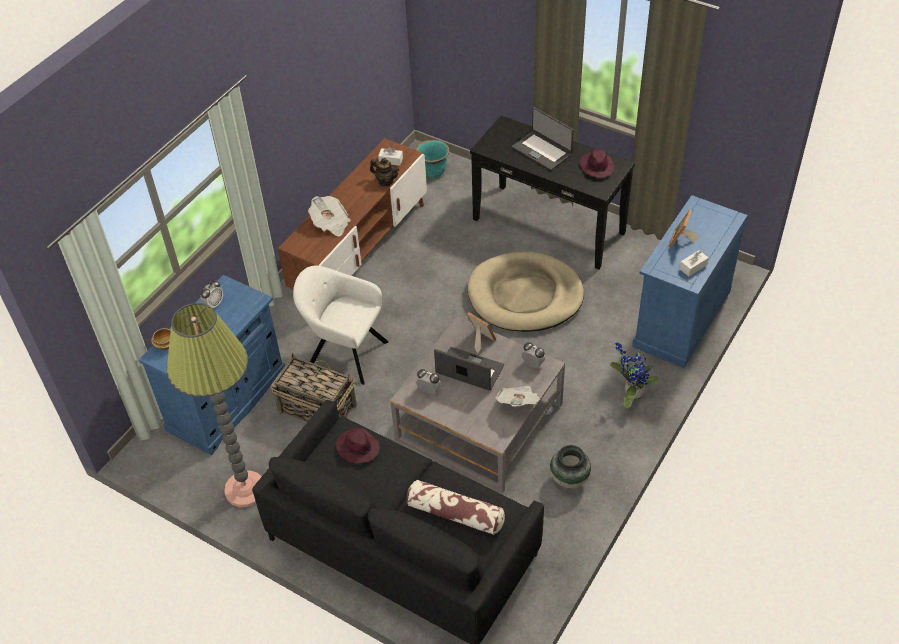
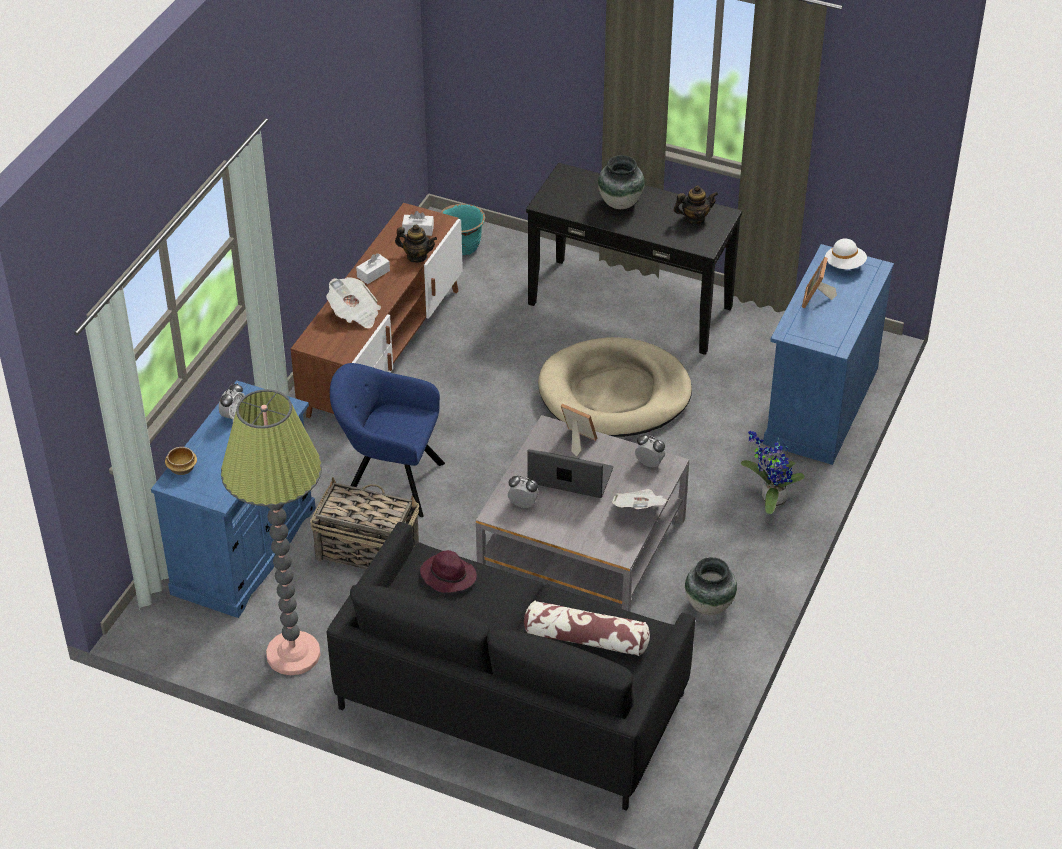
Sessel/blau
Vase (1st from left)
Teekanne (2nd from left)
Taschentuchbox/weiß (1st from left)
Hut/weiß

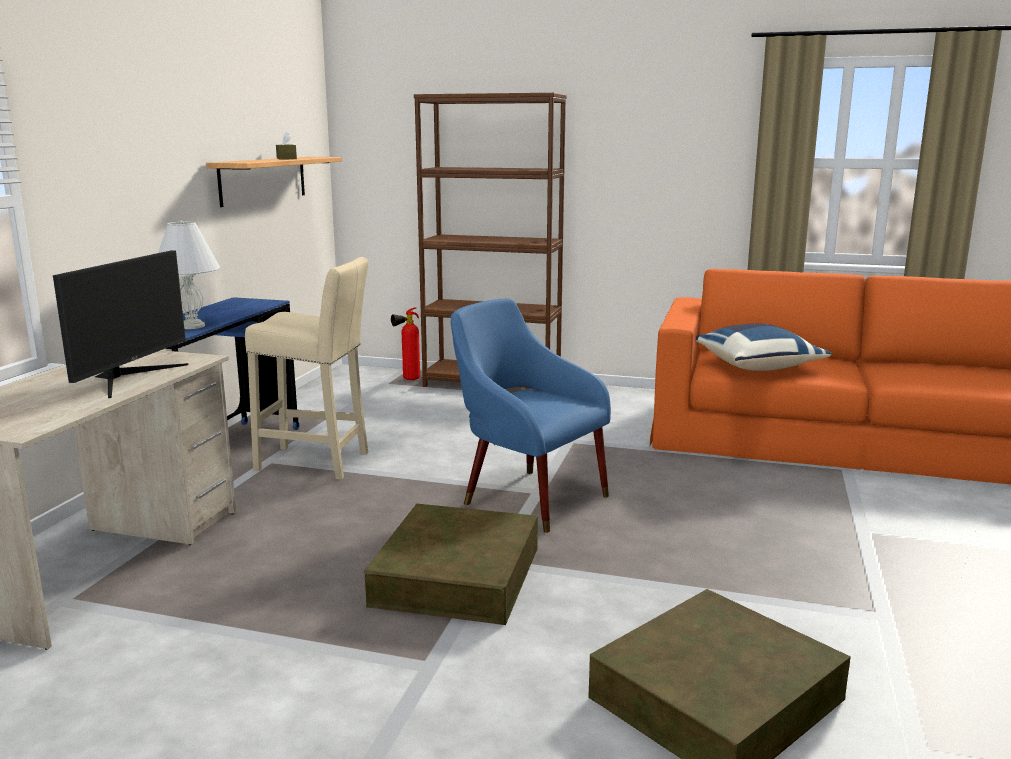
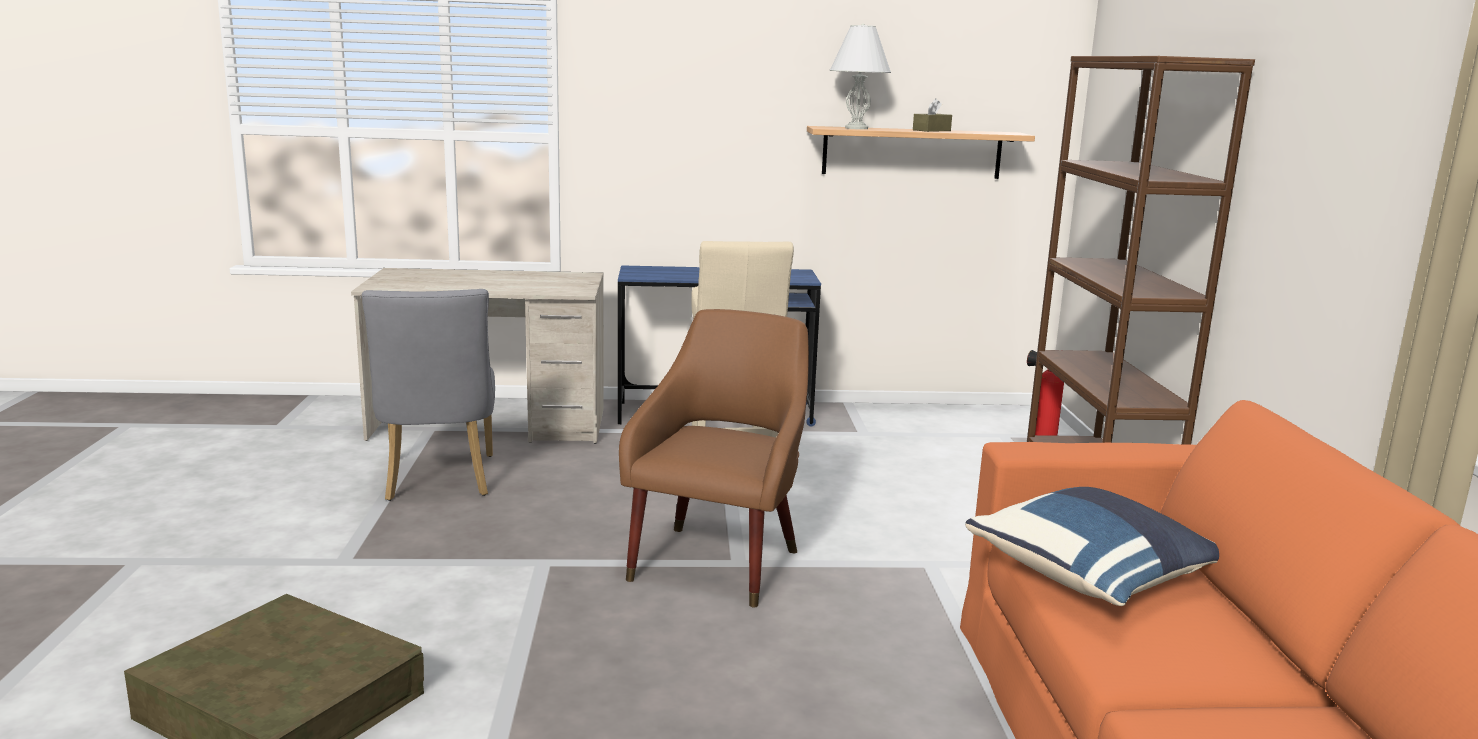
Monitor
Tischlampe/weiß
Aufbewahrungsbox/braun (1st from left in the first image)
Sessel/braun
Stuhl/grau

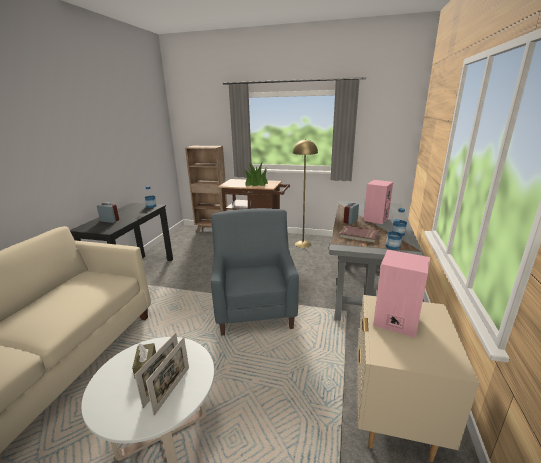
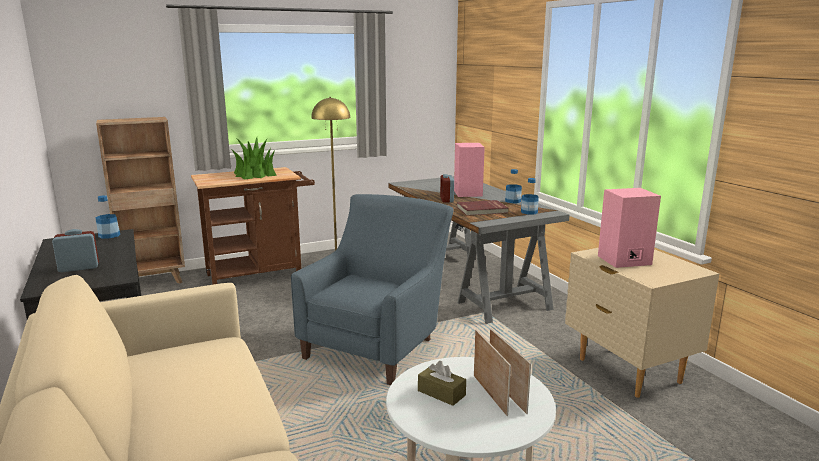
Sessel/blau

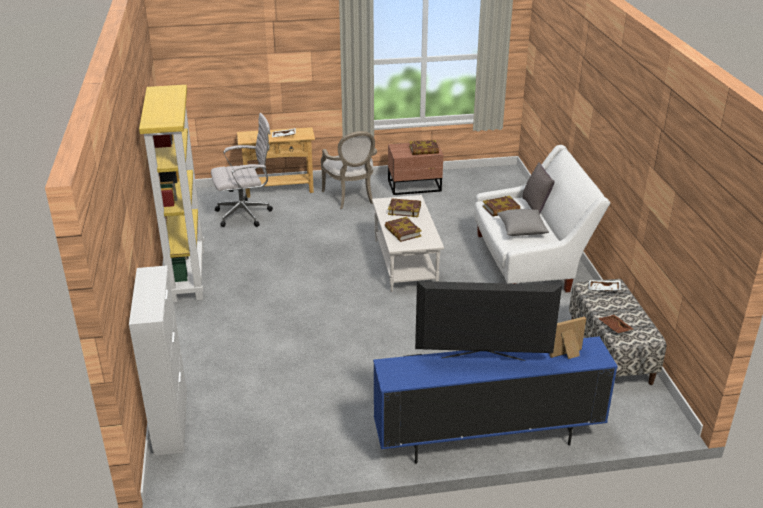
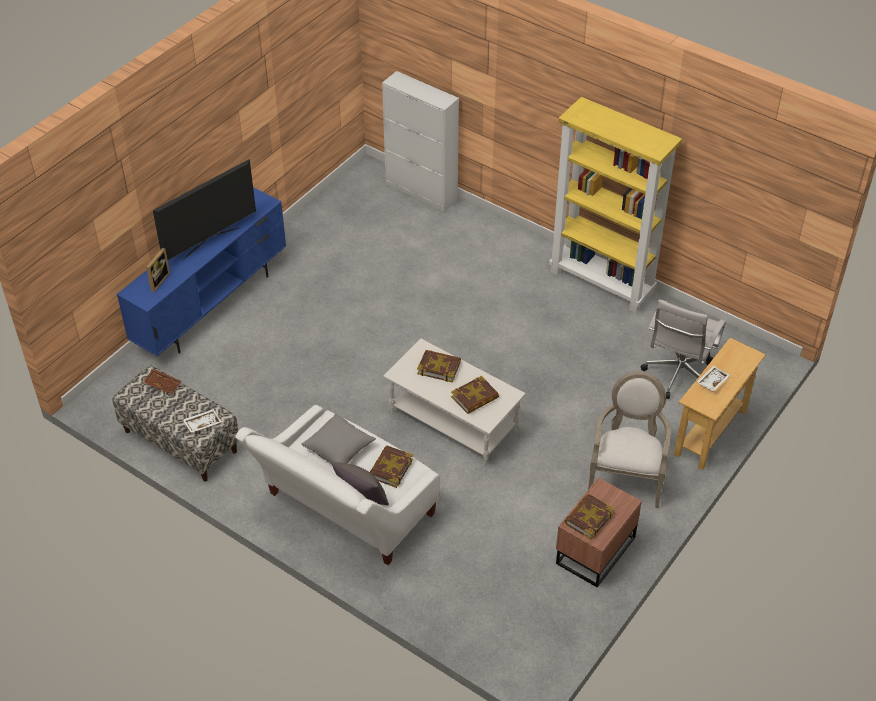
Sessel

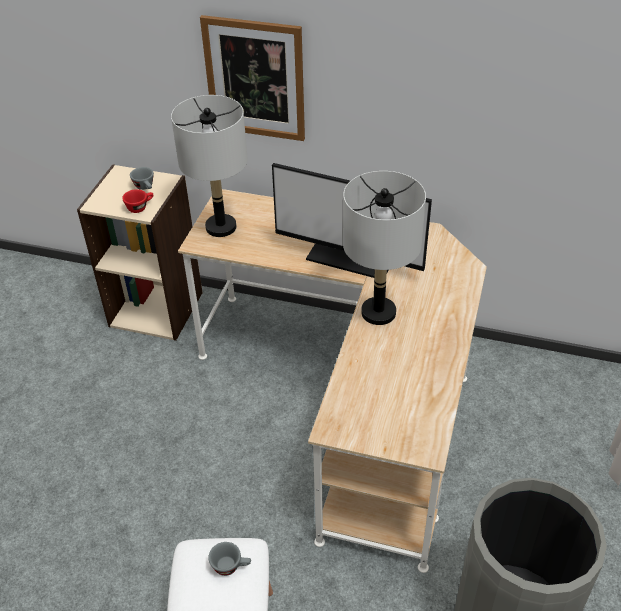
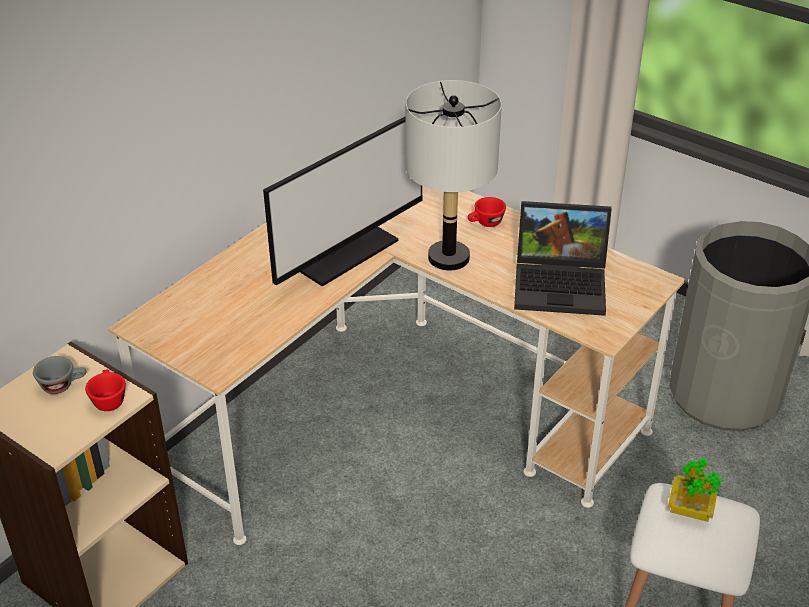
Tischlampe/grau (1st from left in the first image)
Bild
Topfpflanze
Tasse/rot (2nd from left)
Laptop

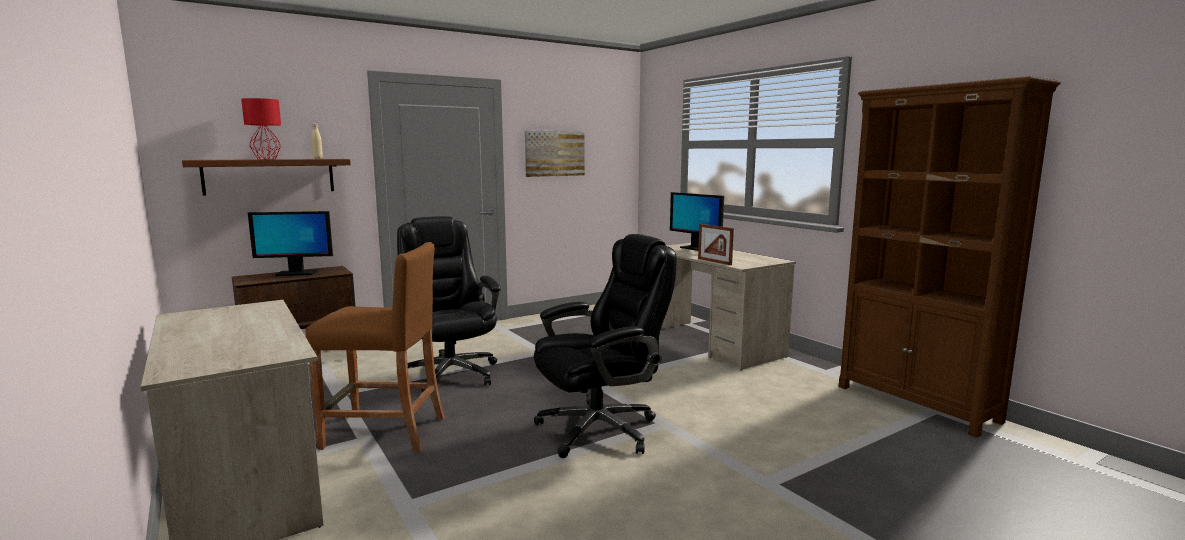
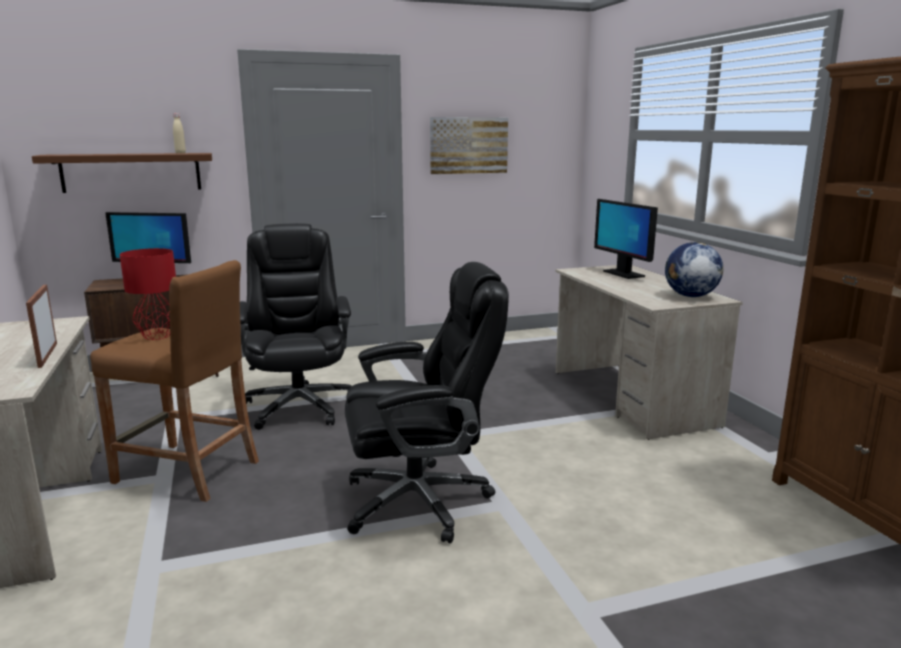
Tischlampe/rot
Bilderrahmen
Globus

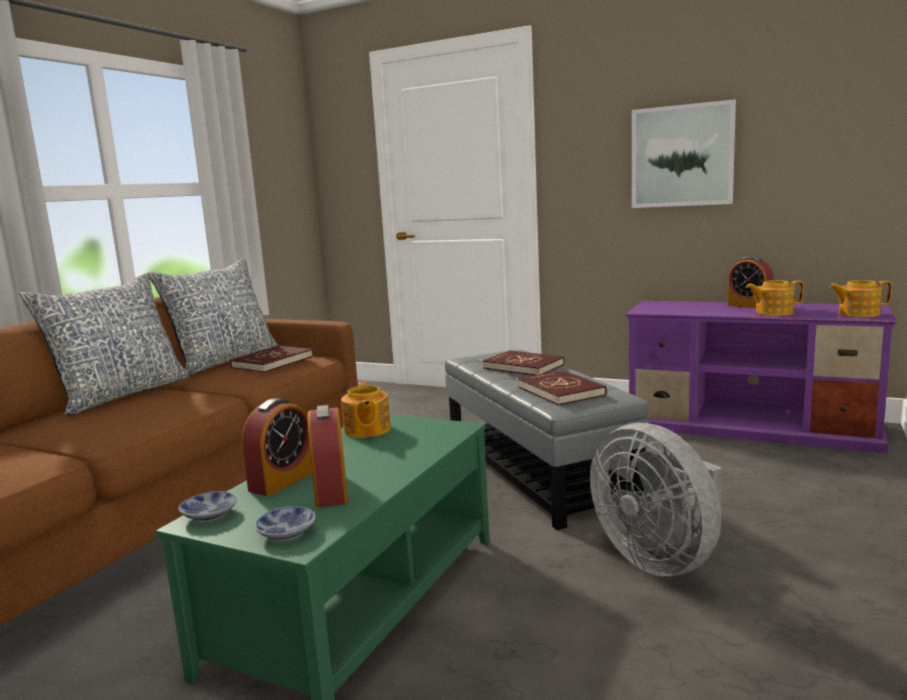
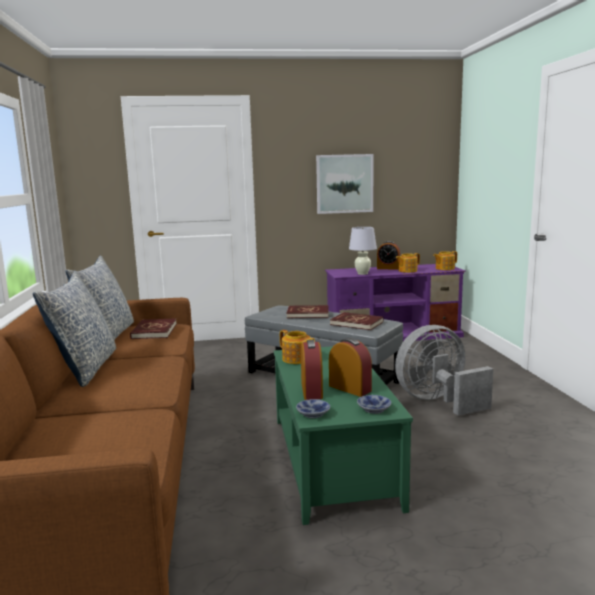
Ventilator/grau
Tischlampe/weiß

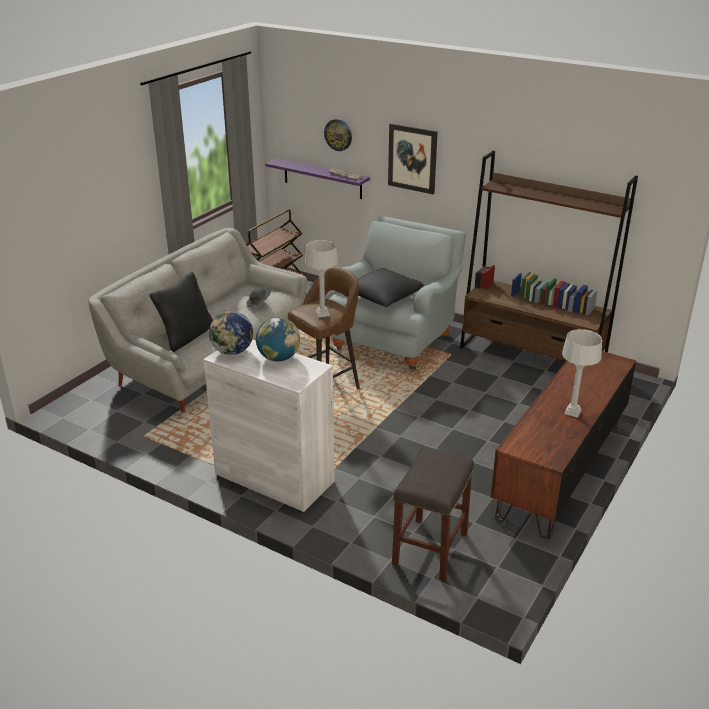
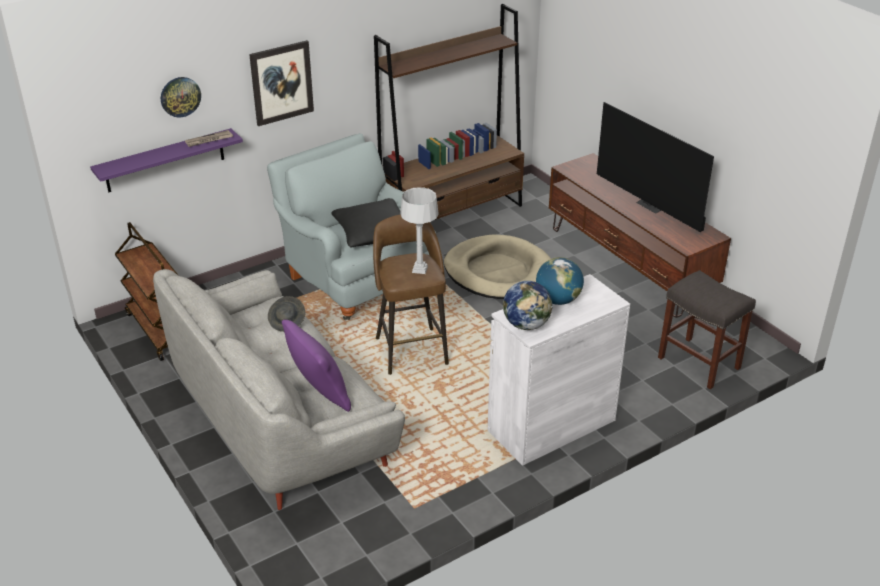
Kissen/lila
Fernseher
Hundebett/beige

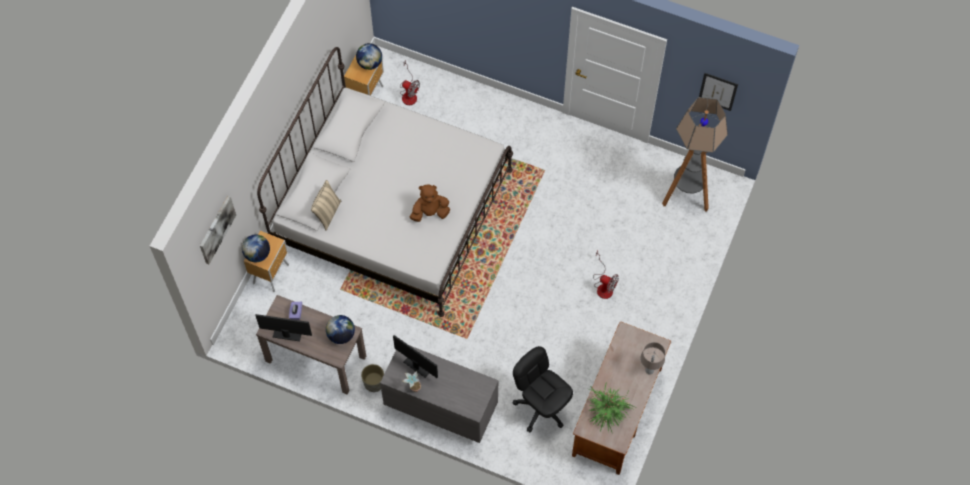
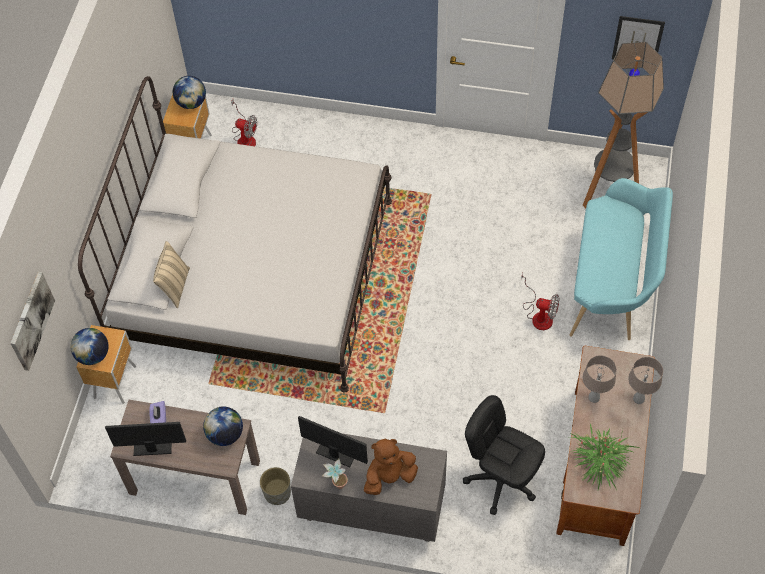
Plüschtier/braun
Bank/türkis
Tischlampe/beige (1st from left)

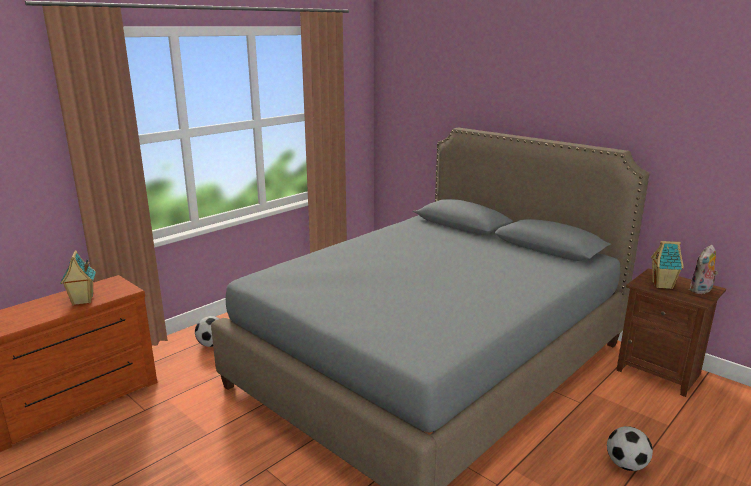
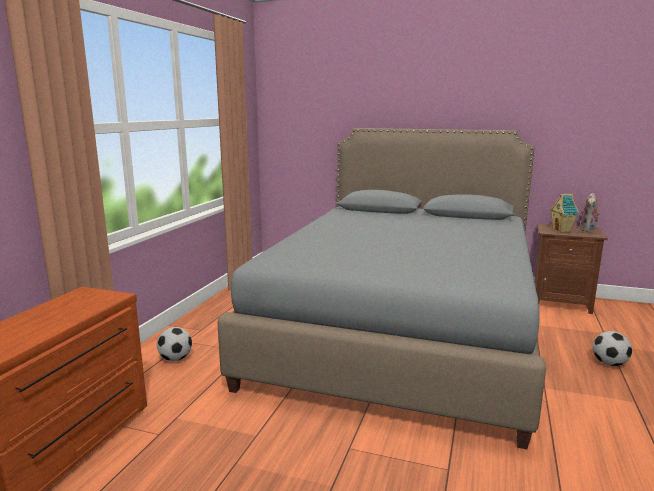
Spielzeughaus (1st from left in the first image)

